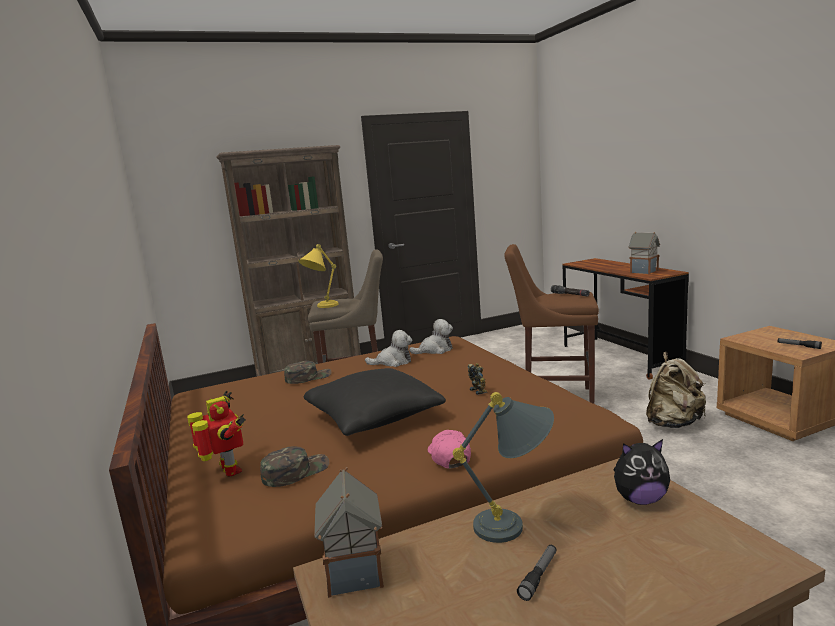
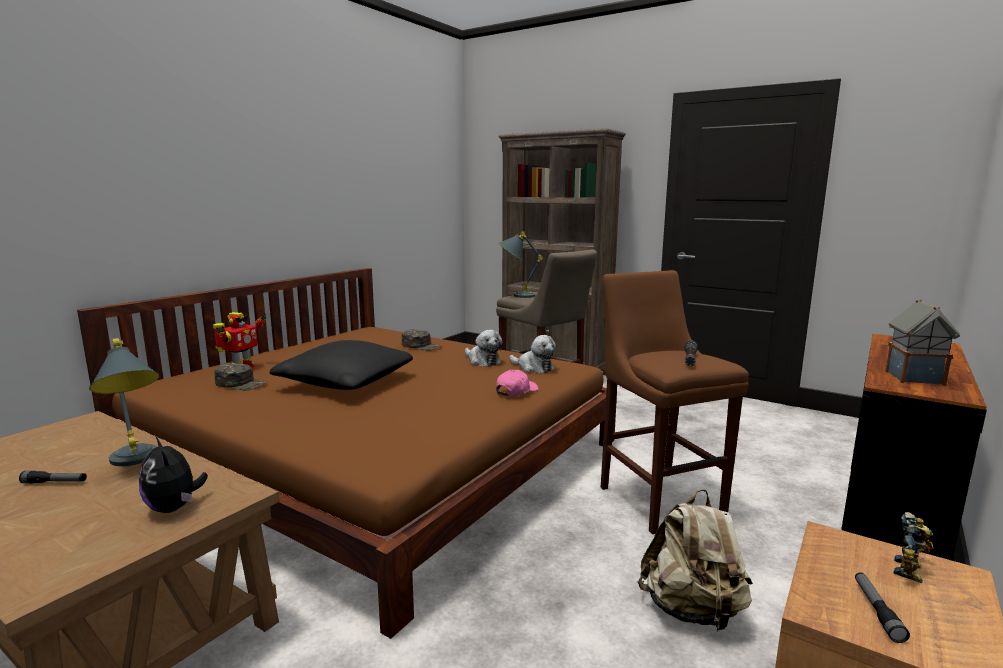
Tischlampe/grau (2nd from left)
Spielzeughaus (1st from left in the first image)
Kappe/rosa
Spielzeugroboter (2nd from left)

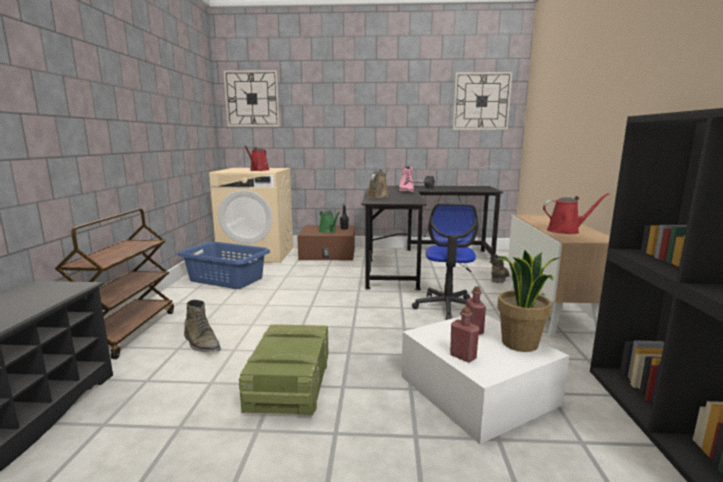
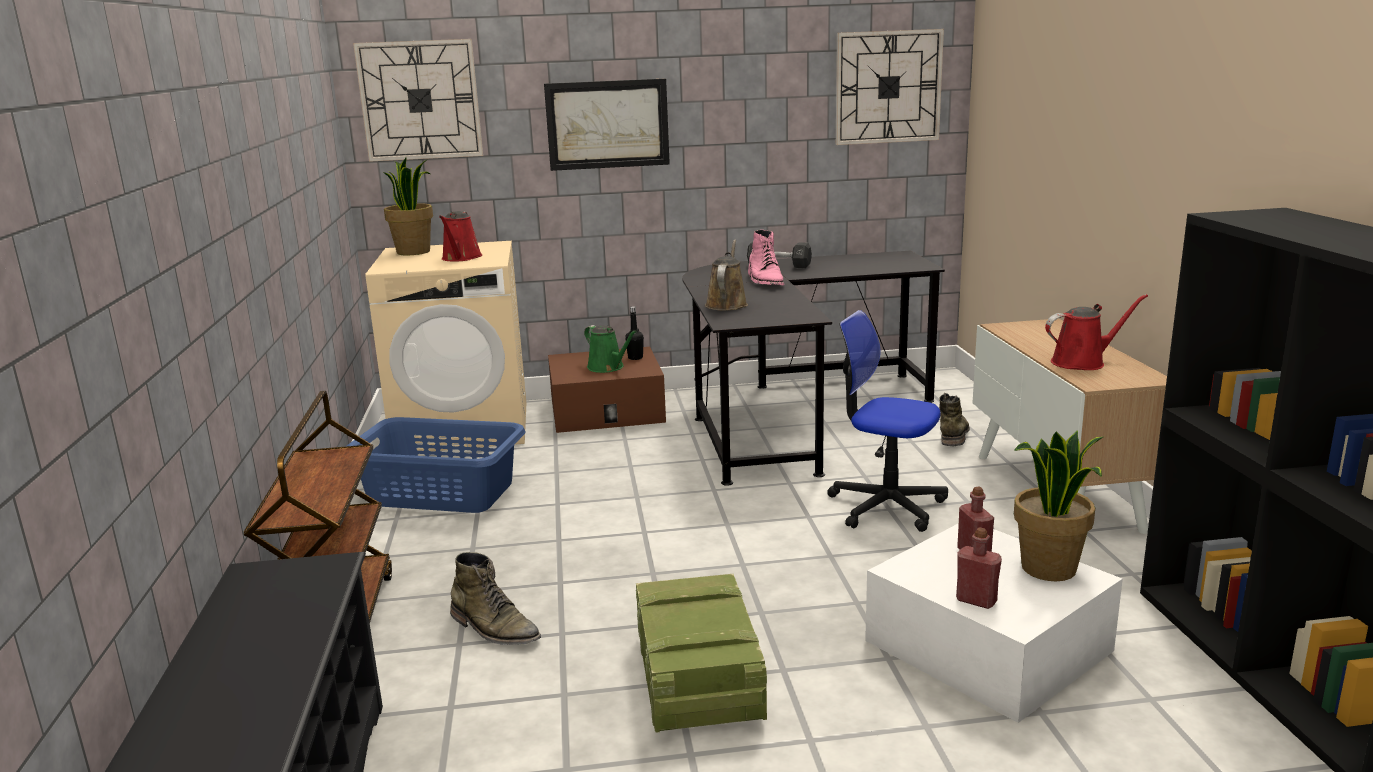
Bürostuhl
Topfpflanze (1st from left)
Bild

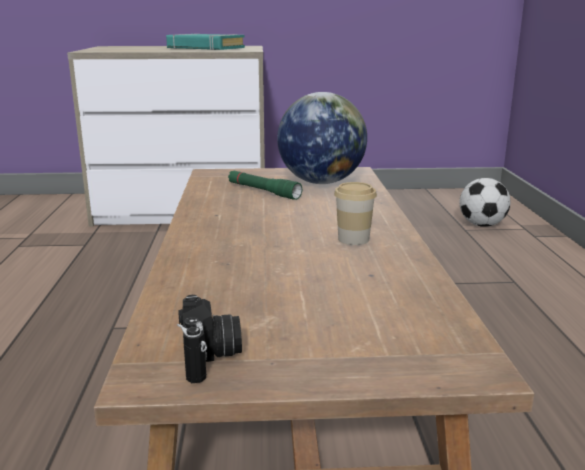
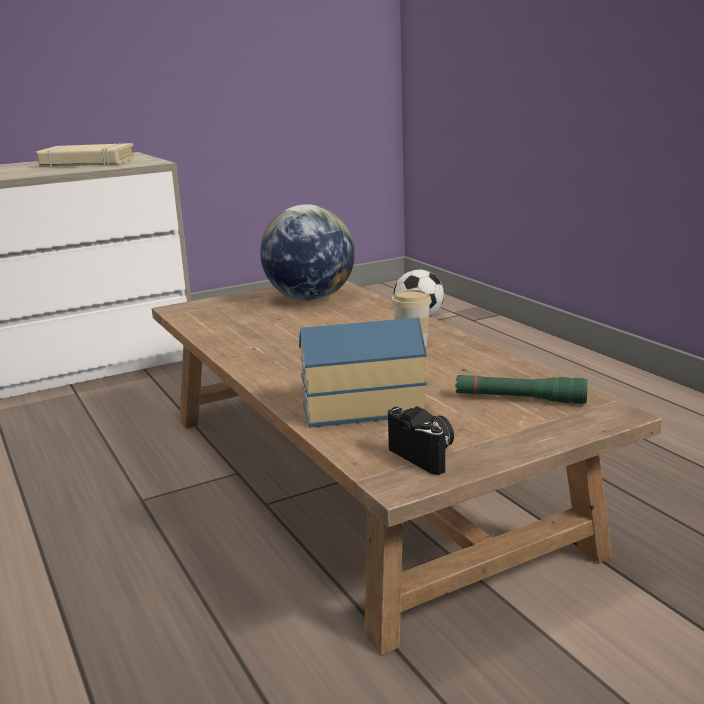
Buch/beige
Taschenlampe/grün
Spielzeughaus

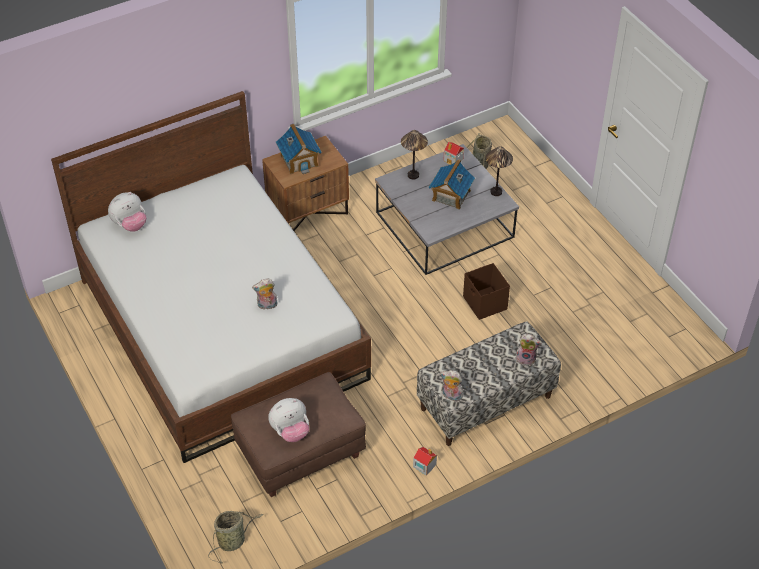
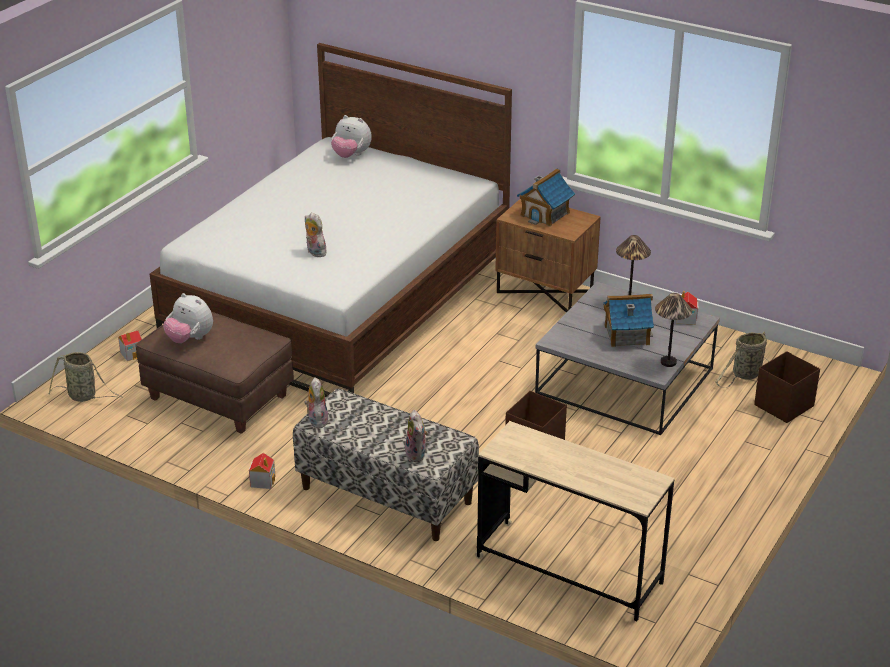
Spielzeughaus (1st from left)
Schreibtisch/beige
Aufbewahrungsbox/braun (2nd from left)

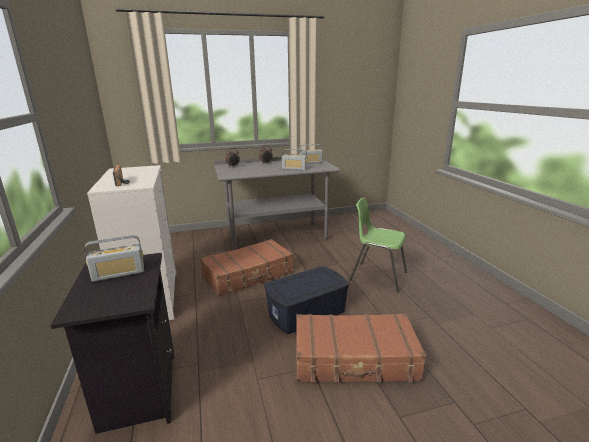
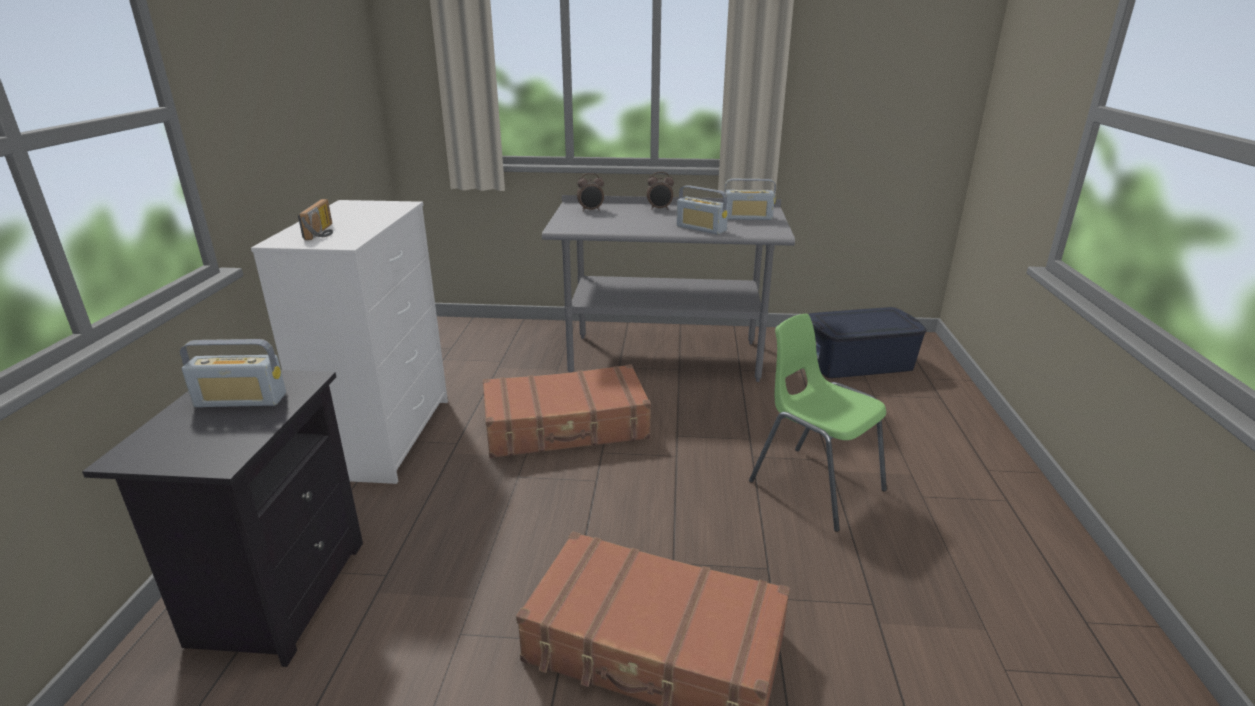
Aufbewahrungsbox/blau

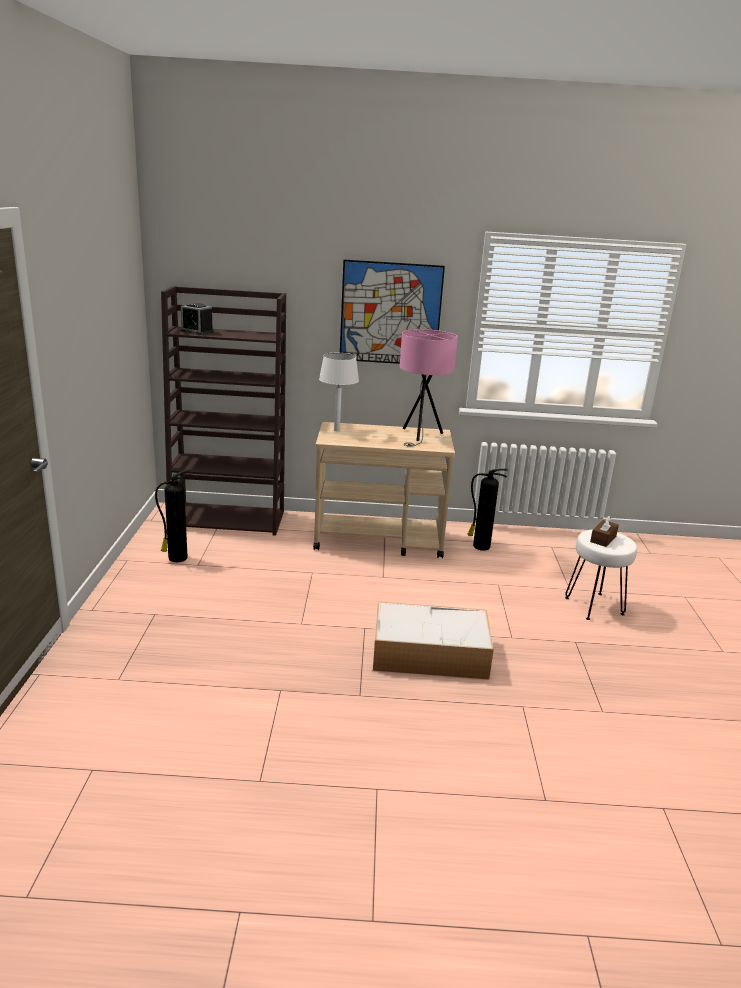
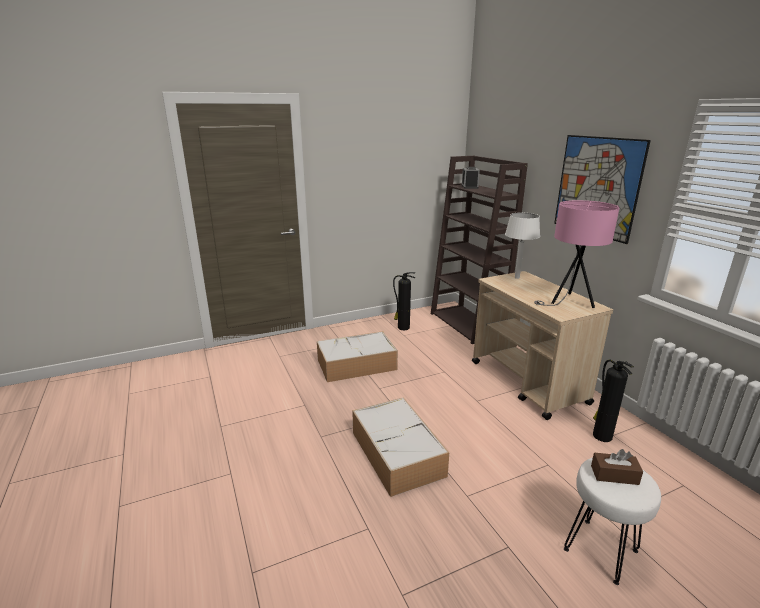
Aufbewahrungsbox (1st from left)

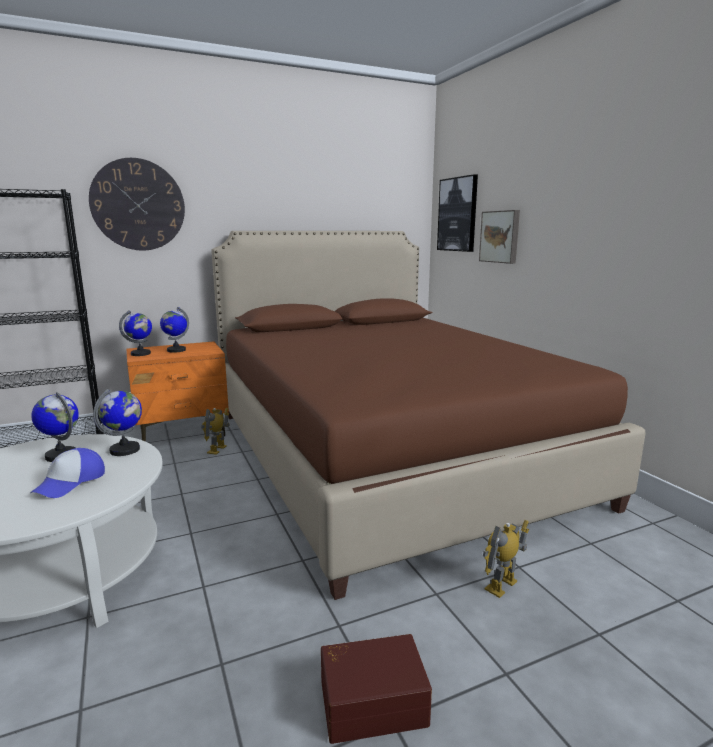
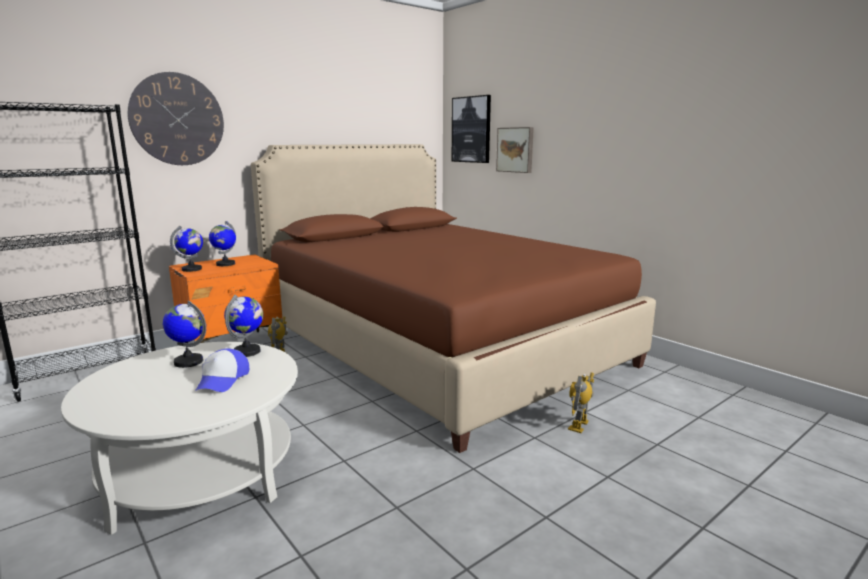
Aufbewahrungsbox/braun

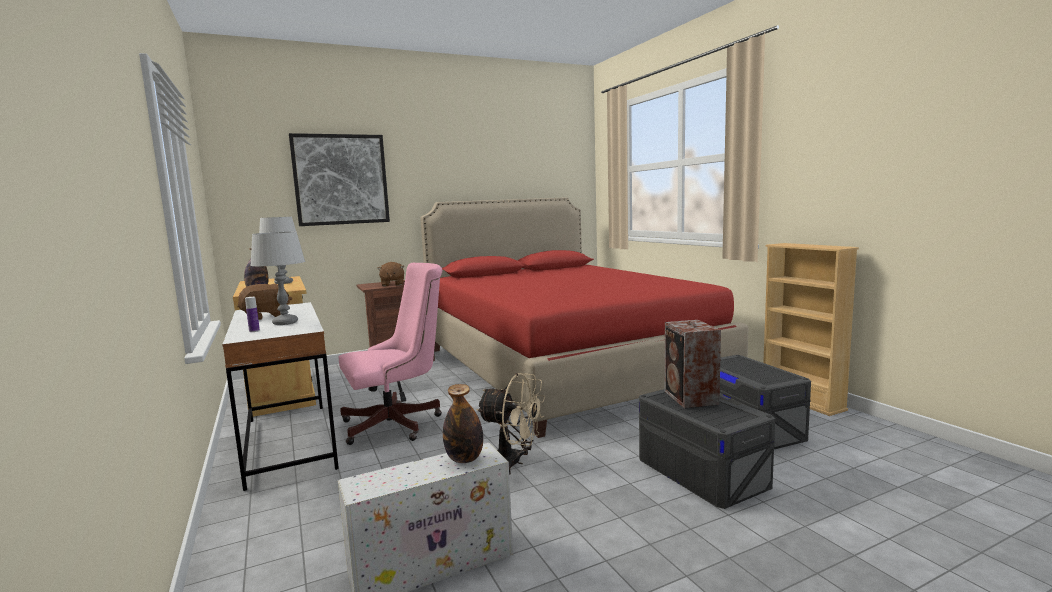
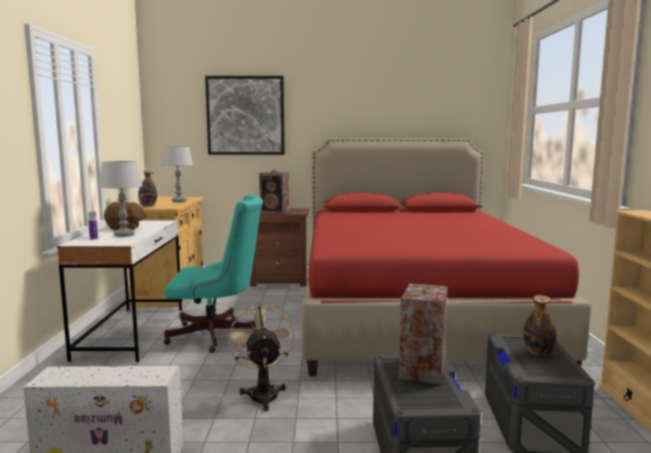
Bürostuhl/türkis
Lautsprecher (1st from left)
Flasche (3rd from left)
Ventilator/beige

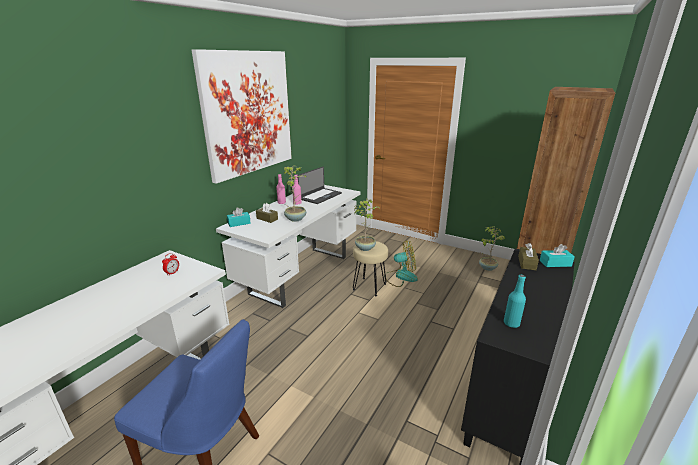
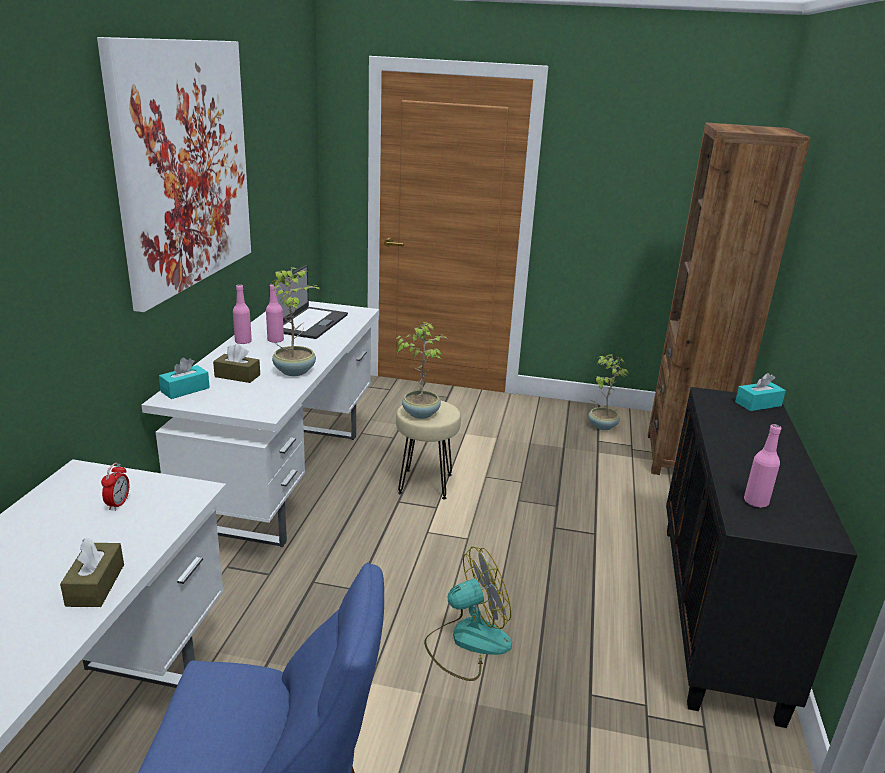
Ventilator
Flasche/rosa (3rd from left)
Taschentuchbox/braun (1st from left)

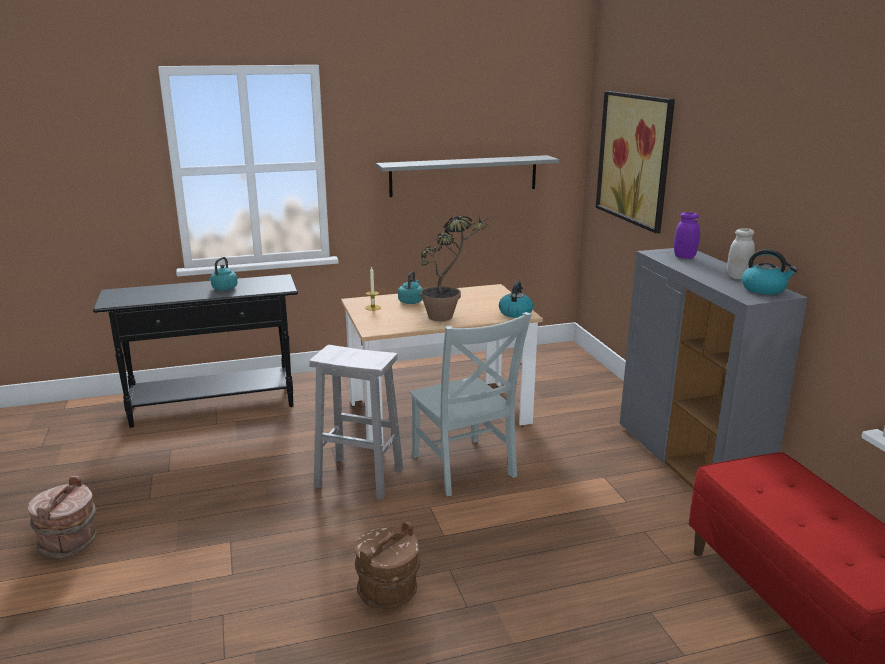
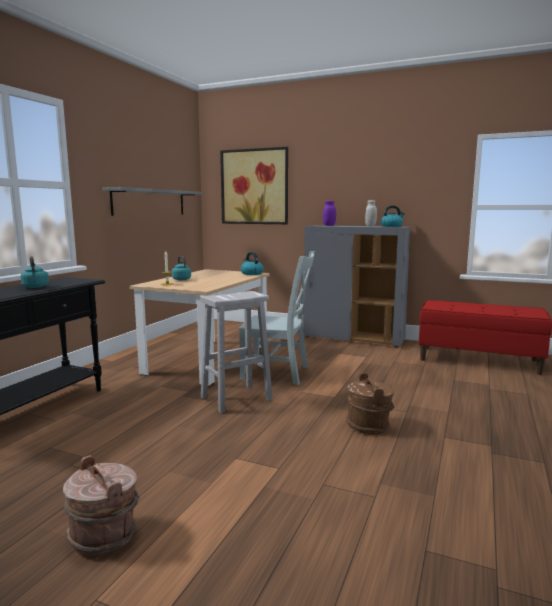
Topfpflanze

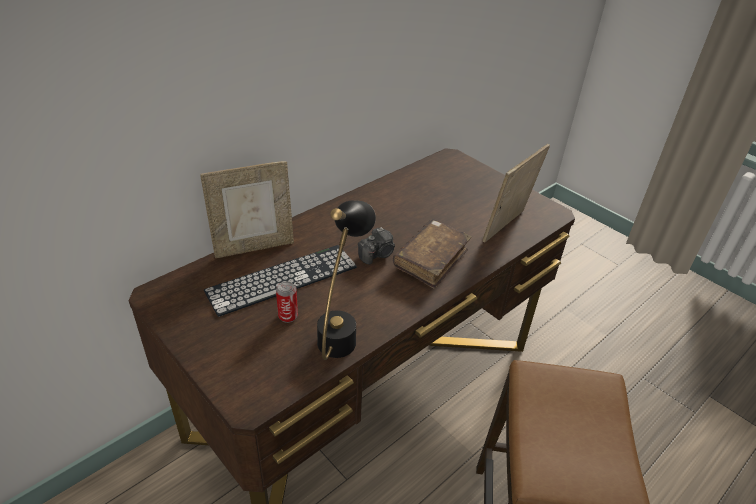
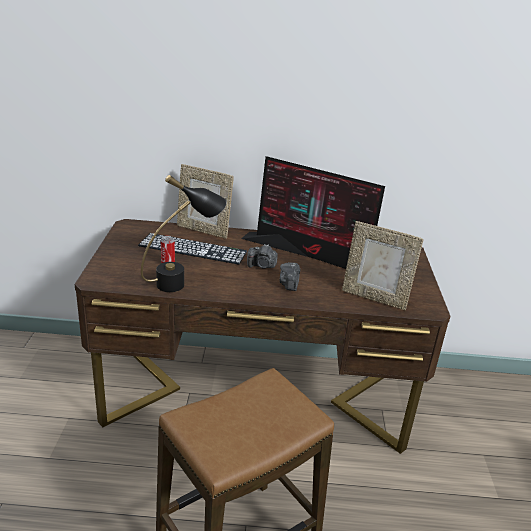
Kamera (2nd from left)
Bilderrahmen (2nd from left)
Monitor

